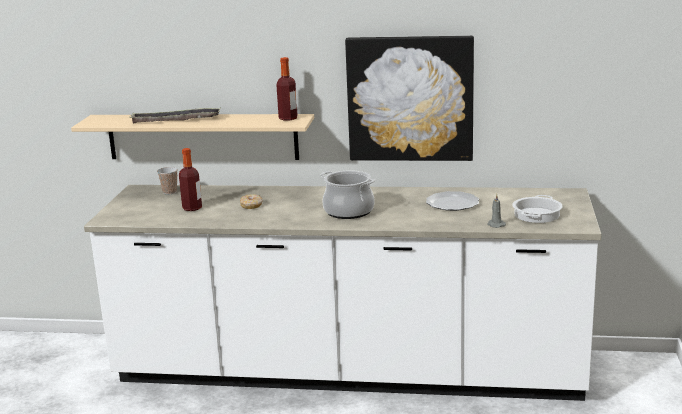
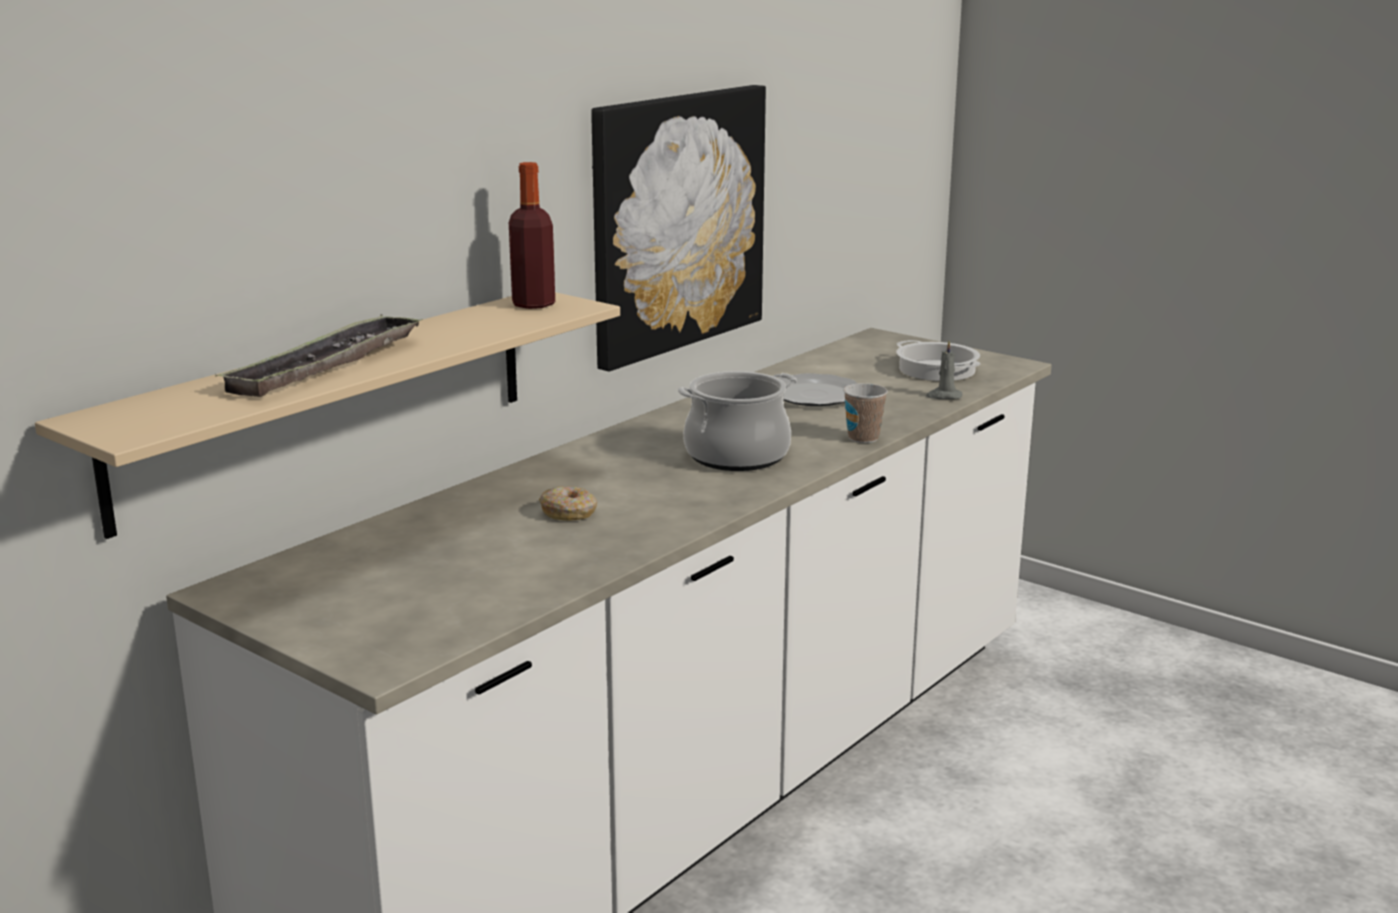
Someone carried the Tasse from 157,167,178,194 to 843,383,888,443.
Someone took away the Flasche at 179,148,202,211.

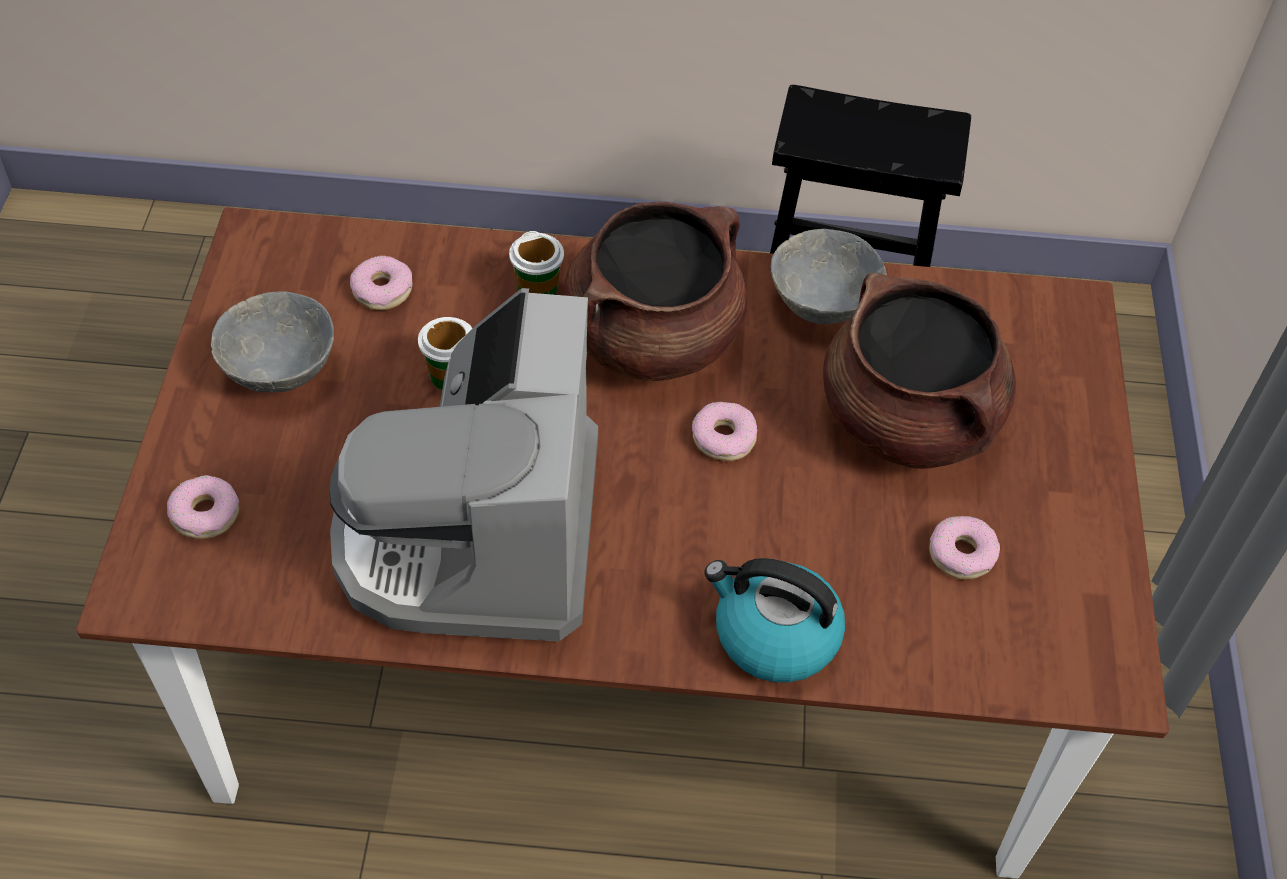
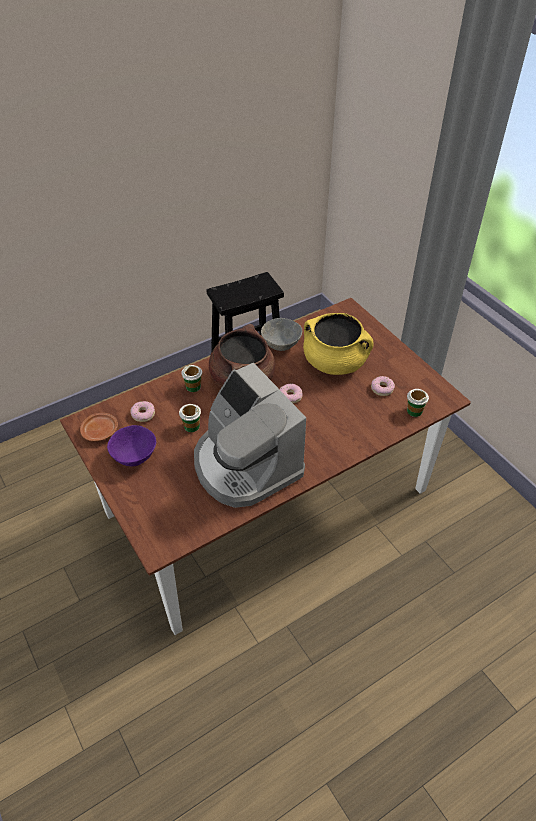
Someone put down the Teller (braun) at 80,413,118,442.
Someone repainted the Schüssel (grau) at 211,291,334,392, which became the Schüssel (lila) at 107,425,157,466.
Someone repainted the Kochtopf (braun) at 823,273,1016,469, which became the Kochtopf (gelb) at 303,313,374,375.
Someone put down the Tasse at 407,389,429,417.
Someone took away the Donut at 167,475,239,539.
Someone took away the Wasserkessel at 704,558,845,683.

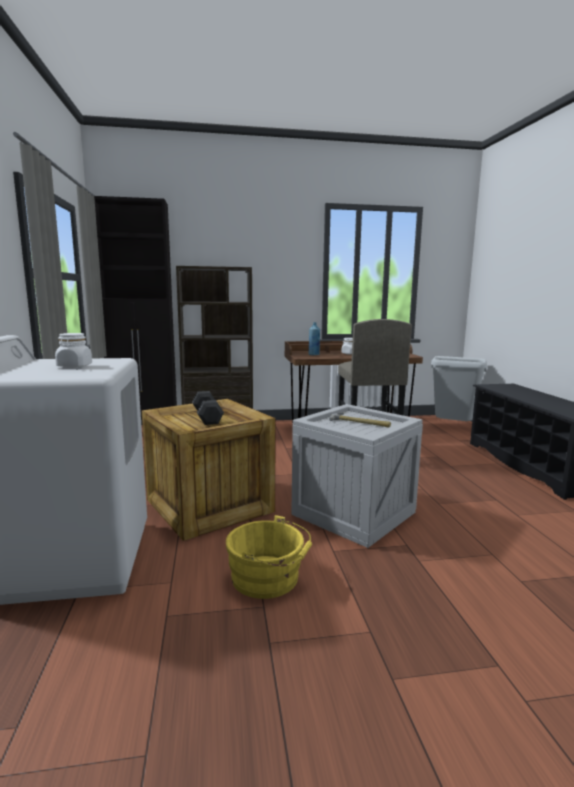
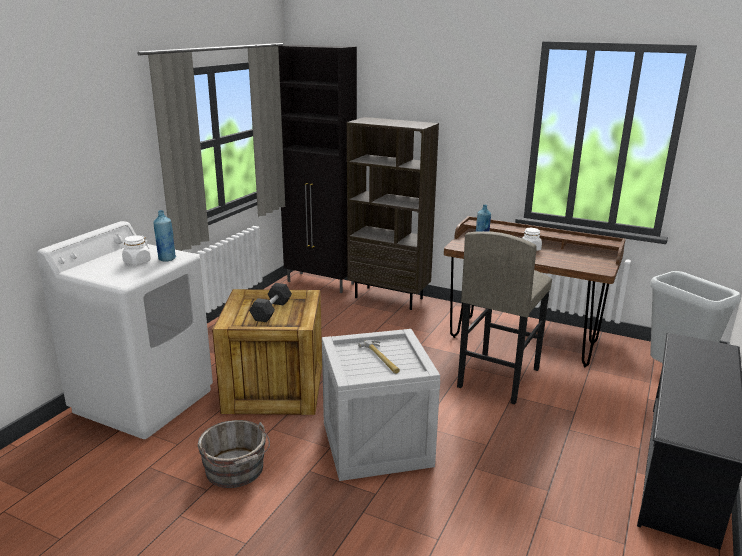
Someone put down the Flasche (blau) at 153,210,176,262.
Someone repainted the Eimer (gelb) at 226,515,312,599, which became the Eimer (grau) at 198,420,270,488.

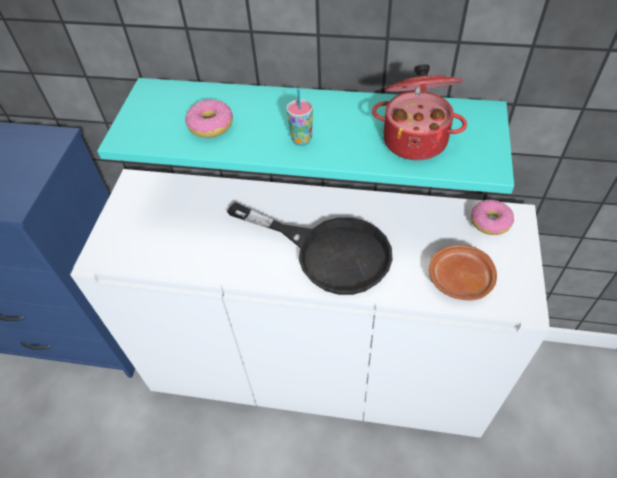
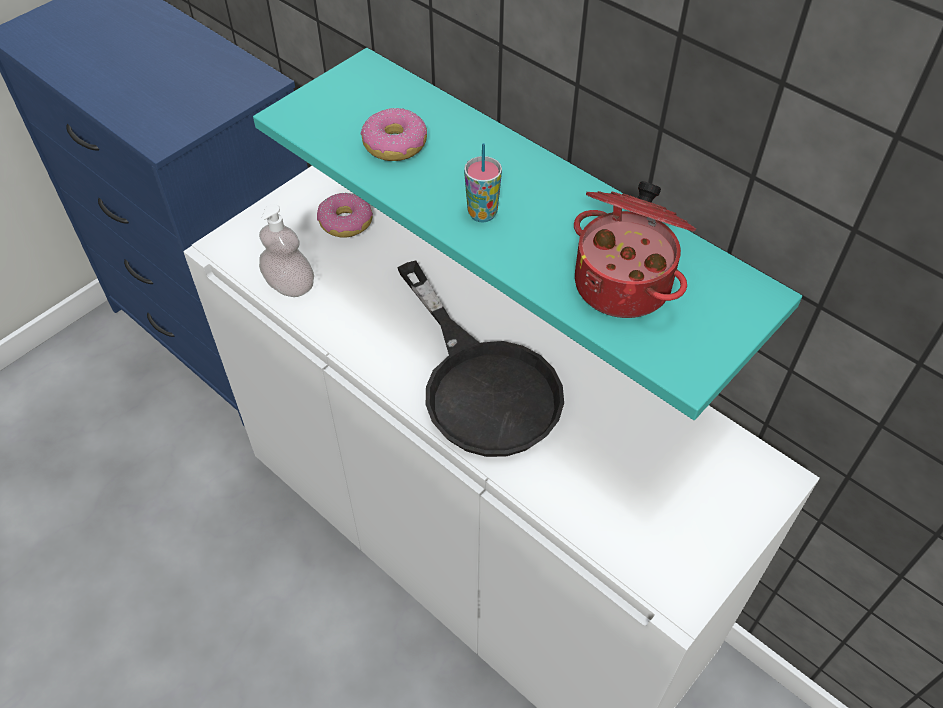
Someone put down the Seifenspender at 259,204,314,297.
Someone carried the Donut from 471,200,514,235 to 317,193,373,237.
Someone took away the Teller (braun) at 429,245,497,300.

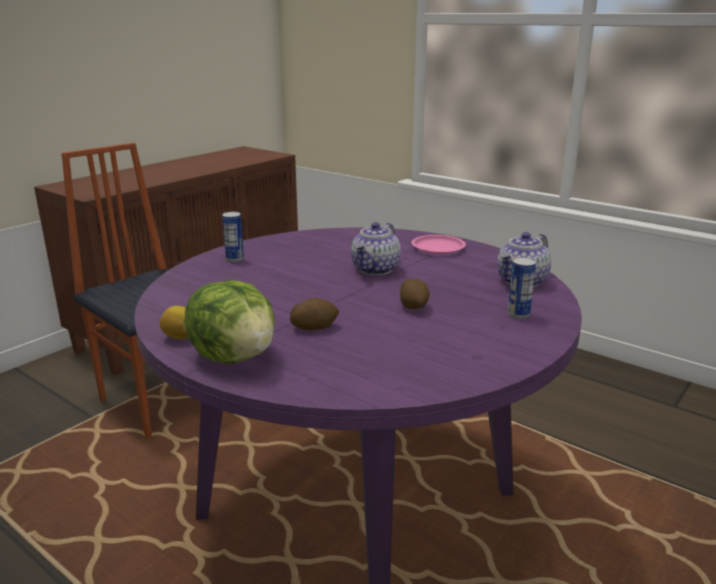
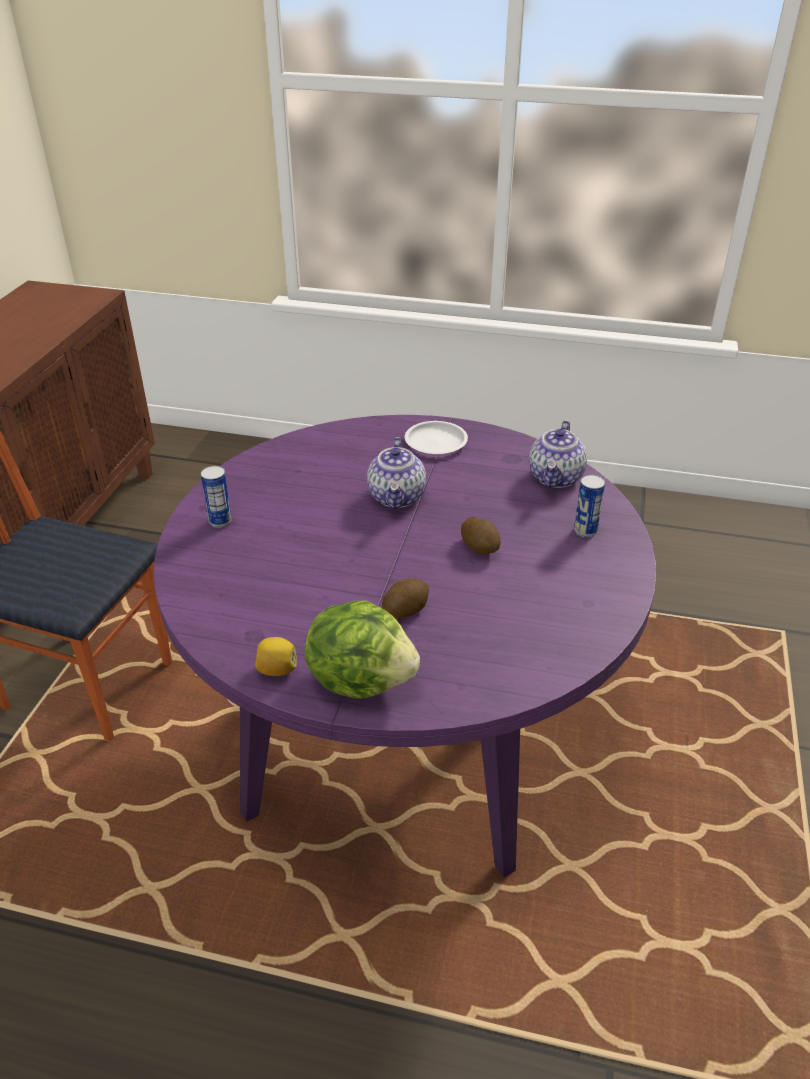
Someone repainted the Teller (rosa) at 412,235,466,254, which became the Teller (weiß) at 405,421,468,455.

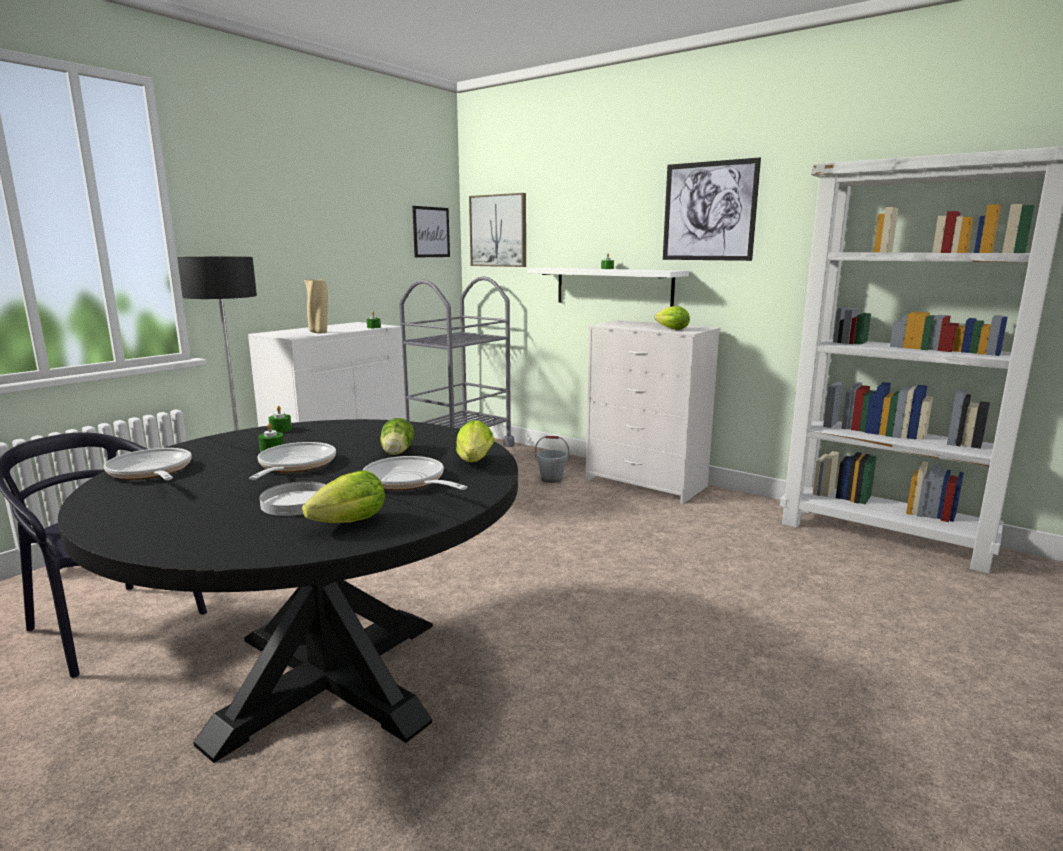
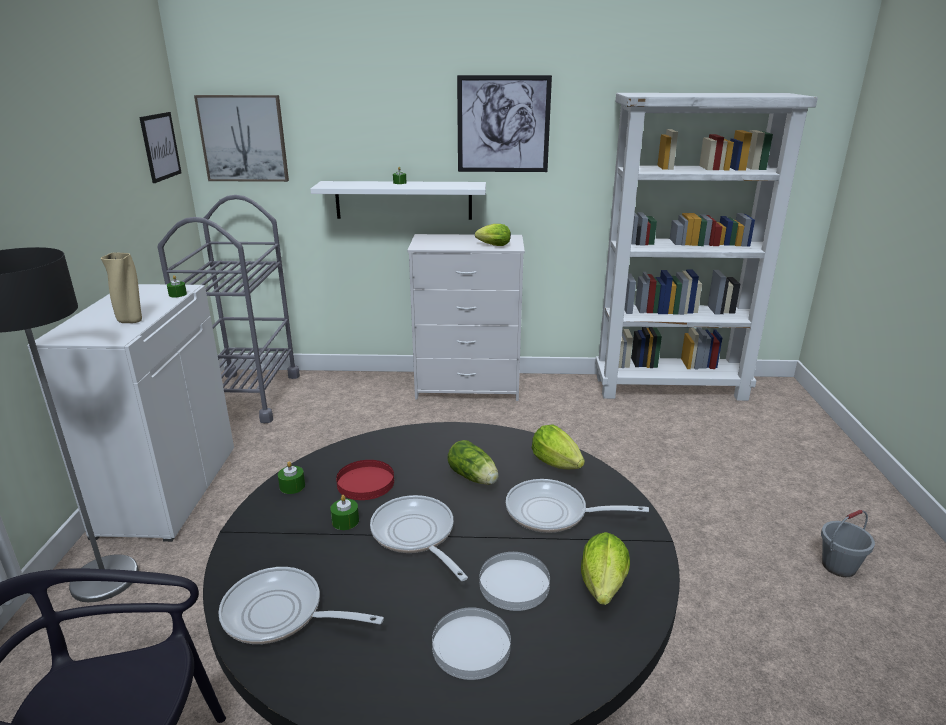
Someone put down the Teller (rot) at 336,460,394,500.
Someone put down the Teller (weiß) at 432,607,511,680.
Someone carried the Eimer (grau) from 535,436,569,483 to 821,510,875,577.

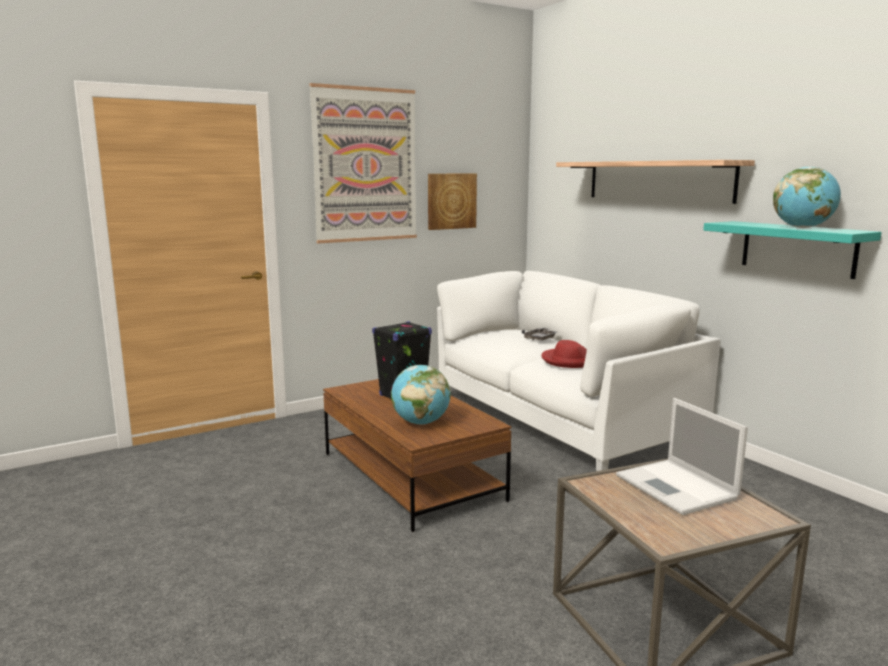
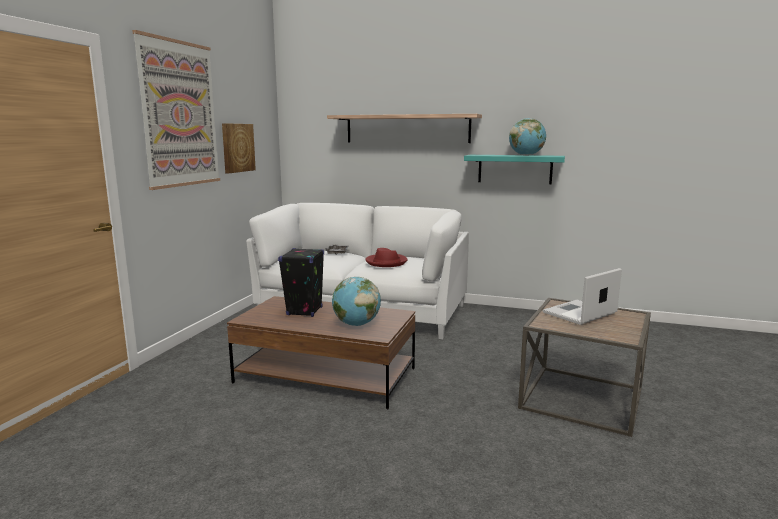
Someone rotated the Laptop at 616,398,748,515 by 120 degrees clockwise.

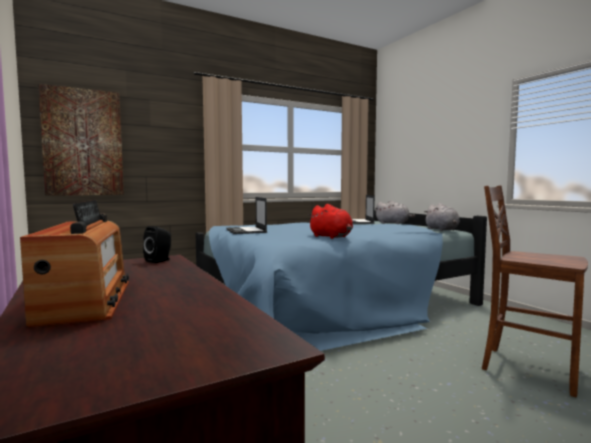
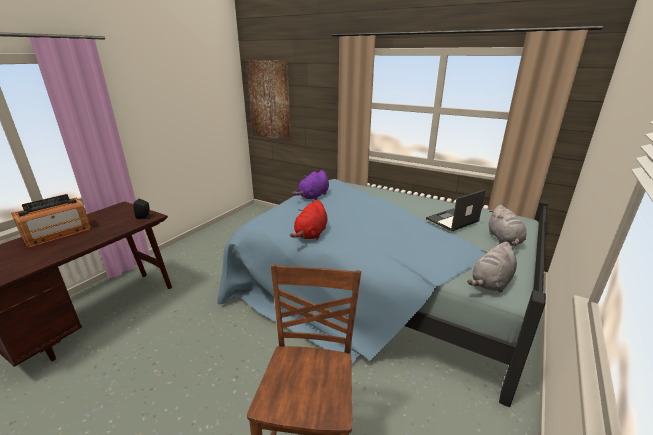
Someone swapped the Laptop at 226,197,267,234 for the Plüschtier (lila) at 292,170,329,200.

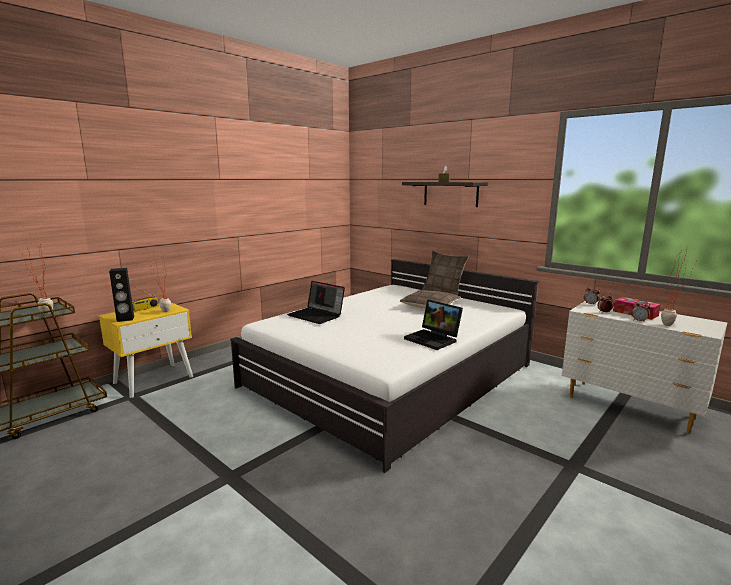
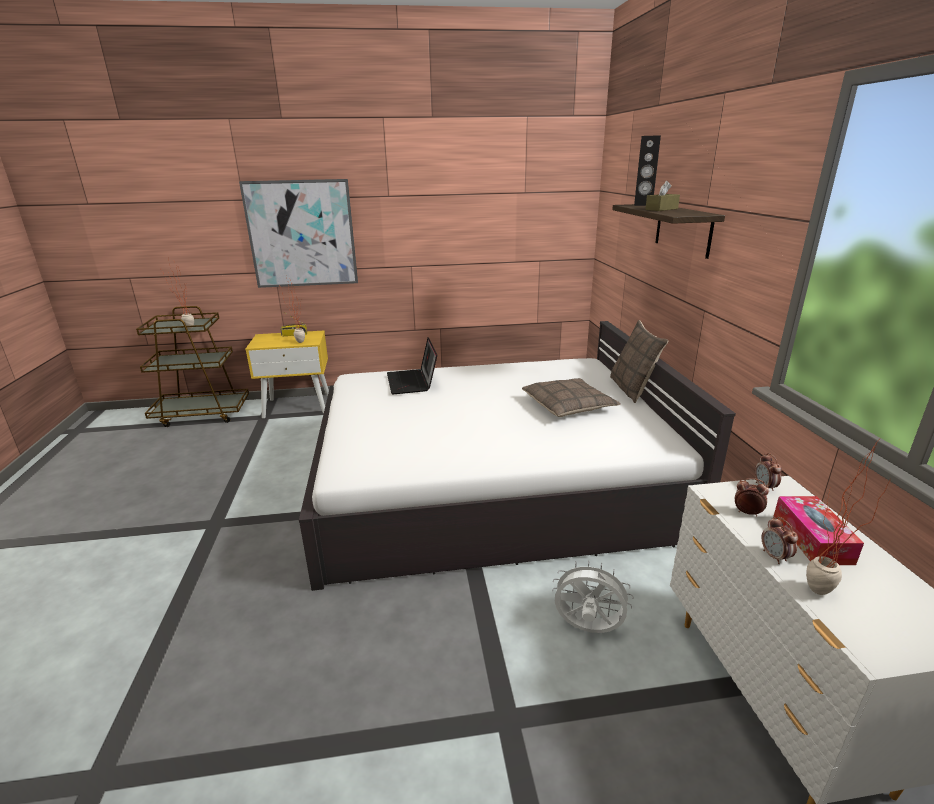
Someone put up the Bild at 239,179,358,288.
Someone put down the Ventilator (weiß) at 552,561,633,633.
Someone carried the Lautsprecher (schwarz) from 109,268,134,322 to 634,135,661,206.
Someone took away the Laptop at 404,299,463,350.

